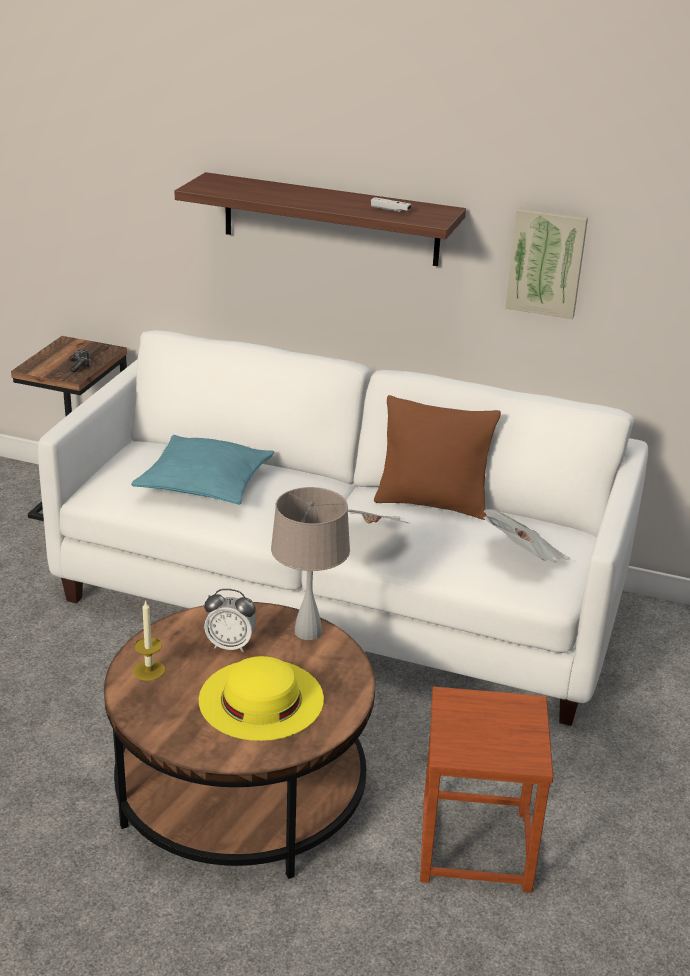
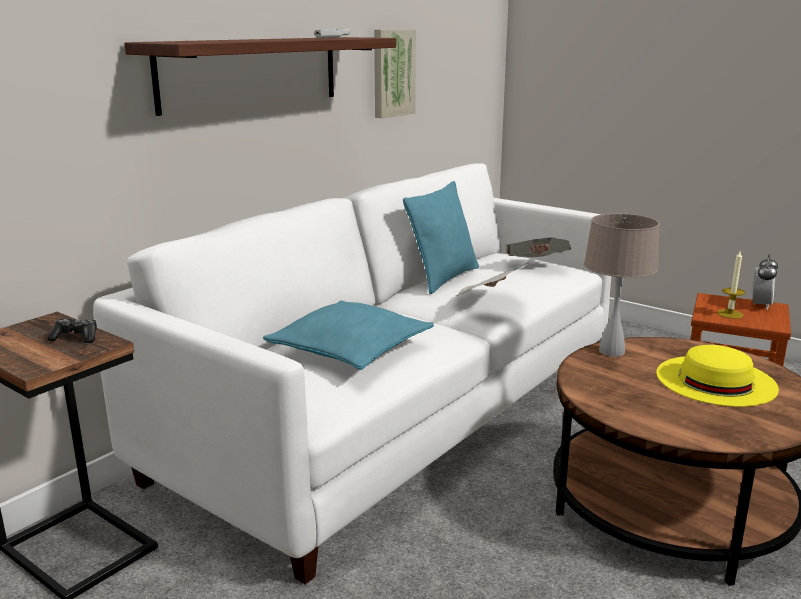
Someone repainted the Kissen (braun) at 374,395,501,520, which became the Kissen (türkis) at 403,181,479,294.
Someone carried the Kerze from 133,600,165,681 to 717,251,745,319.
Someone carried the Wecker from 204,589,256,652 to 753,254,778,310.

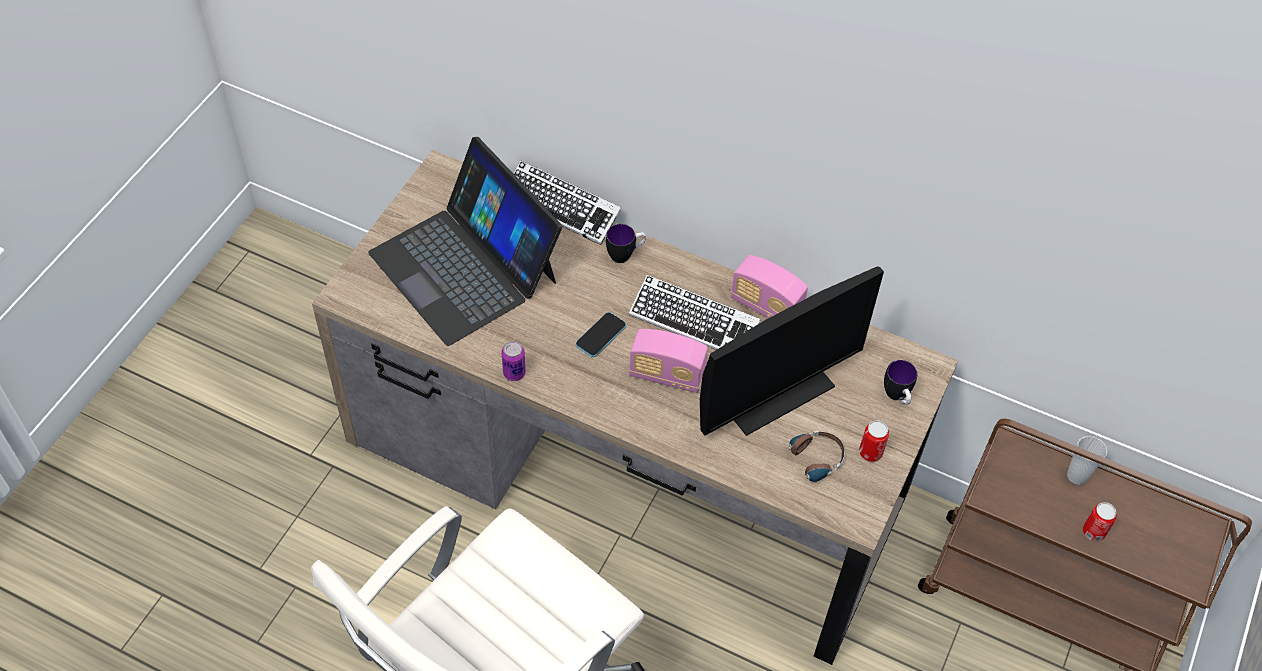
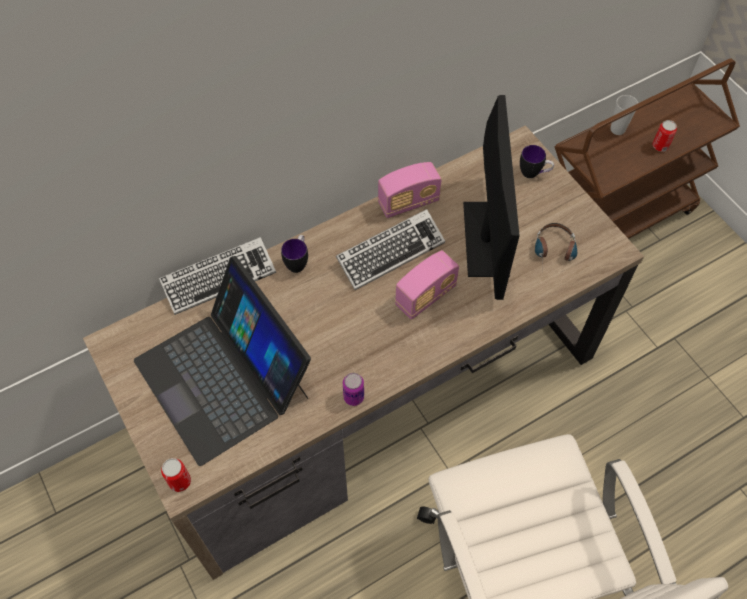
Someone rotated the Laptop at 368,137,562,346 by 60 degrees clockwise.
Someone carried the Dose from 859,420,889,462 to 161,458,191,492.
Someone took away the Handy at 576,312,626,358.

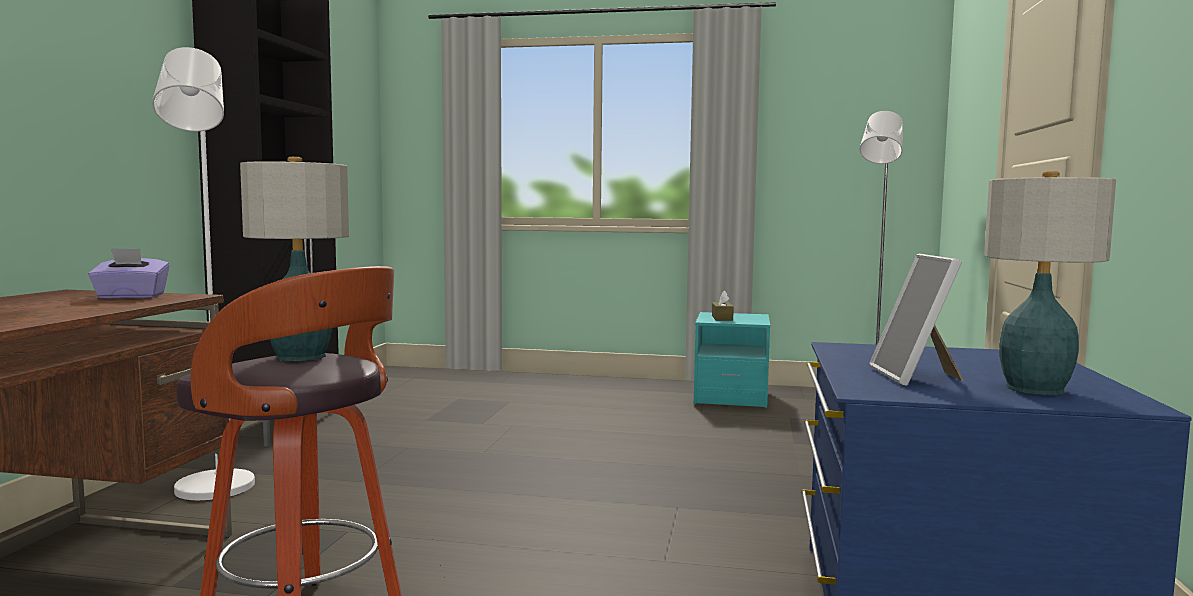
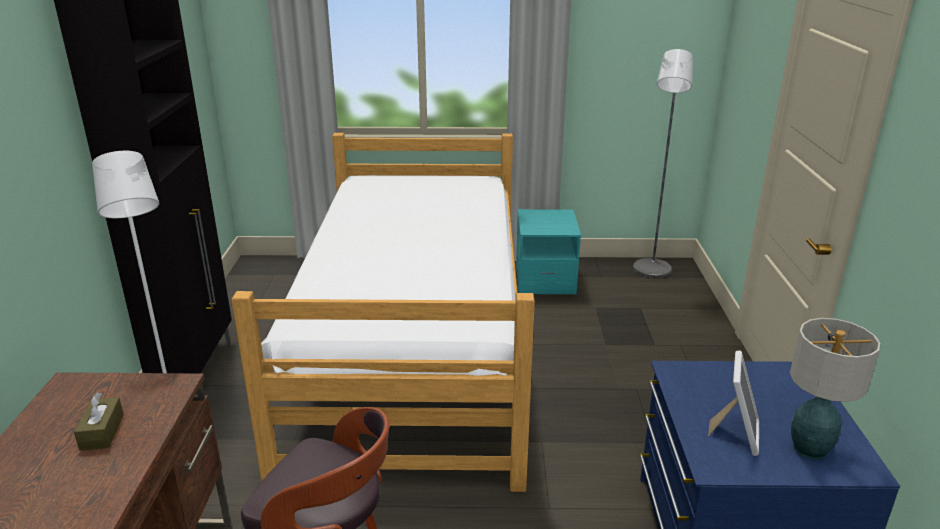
Someone carried the Taschentuchbox (braun) from 712,291,734,321 to 74,393,124,450.
Someone put down the Bett at 231,133,535,492.
Someone rotated the Bilderrahmen at 869,254,963,386 by 150 degrees counterclockwise.
Someone took away the Taschentuchbox (lila) at 88,248,169,299.
Someone took away the Tischlampe at 240,157,349,361.

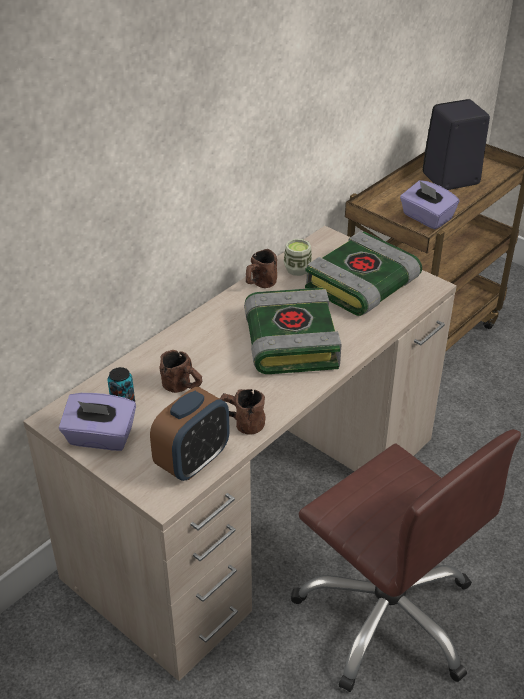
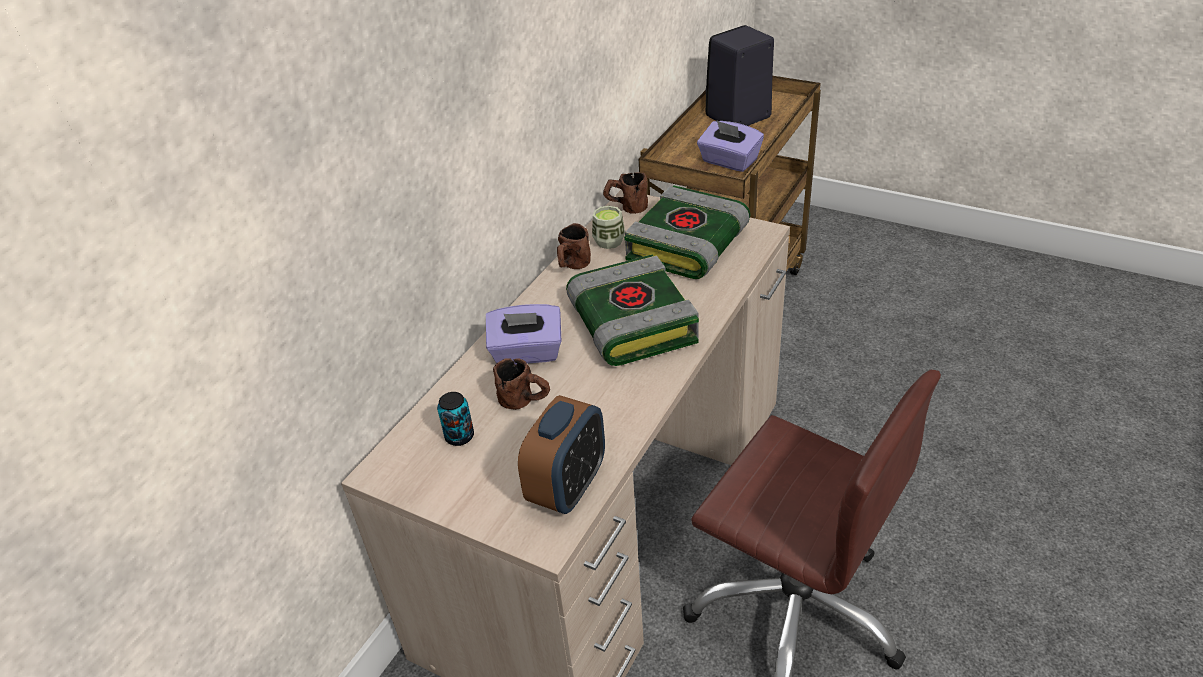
Someone carried the Taschentuchbox (lila) from 59,393,136,451 to 486,304,561,365.
Someone carried the Henkelbecher (braun) from 220,389,266,435 to 603,172,648,214.

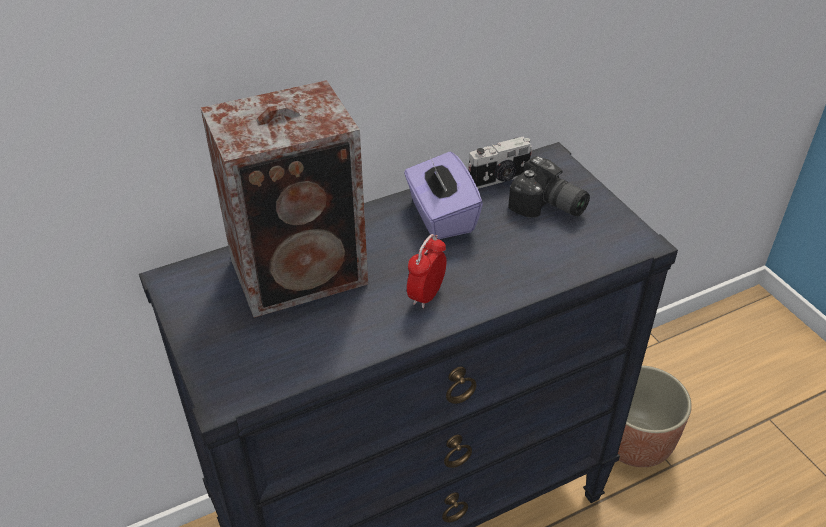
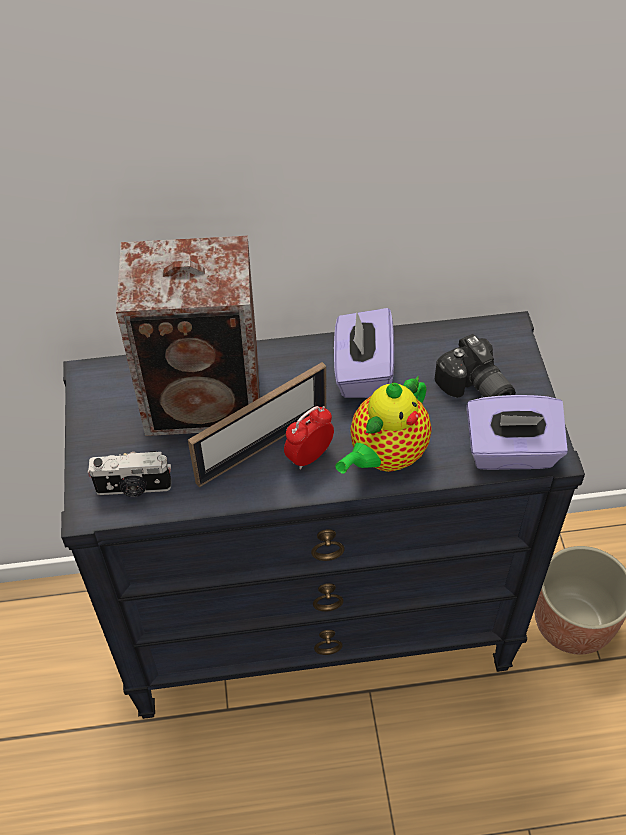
Someone carried the Kamera from 468,136,532,189 to 87,451,171,497.
Someone put down the Bilderrahmen at 188,362,326,487.
Someone put down the Teekanne at 335,376,431,474.
Someone put down the Taschentuchbox (lila) at 466,395,568,470.

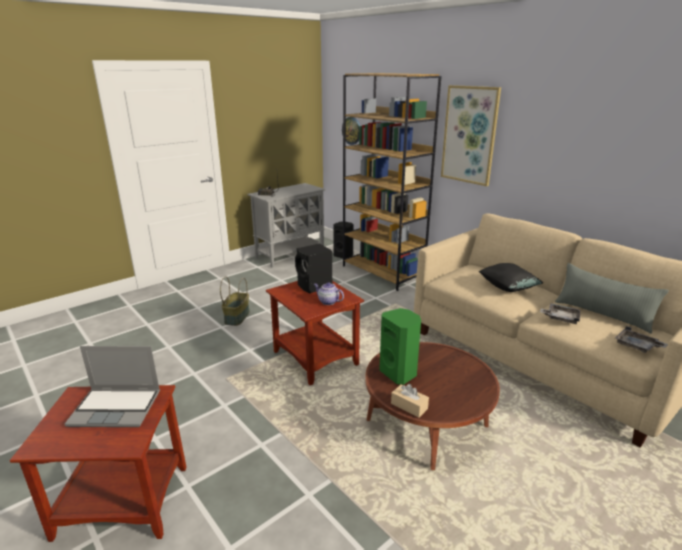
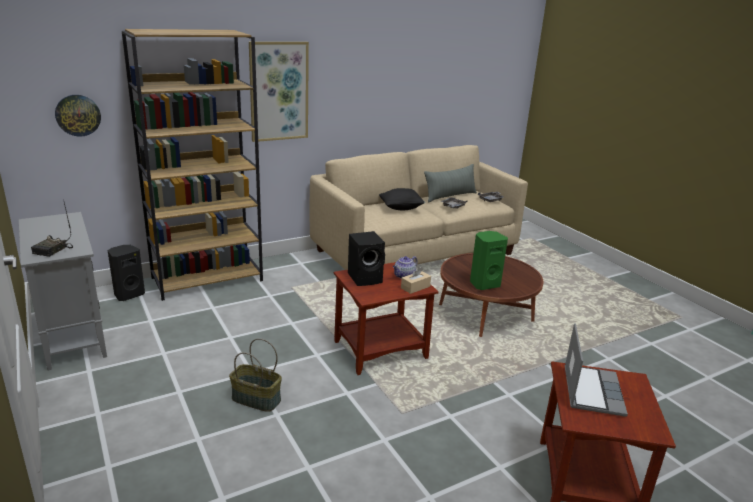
Someone carried the Taschentuchbox (beige) from 391,384,429,418 to 401,267,431,294.

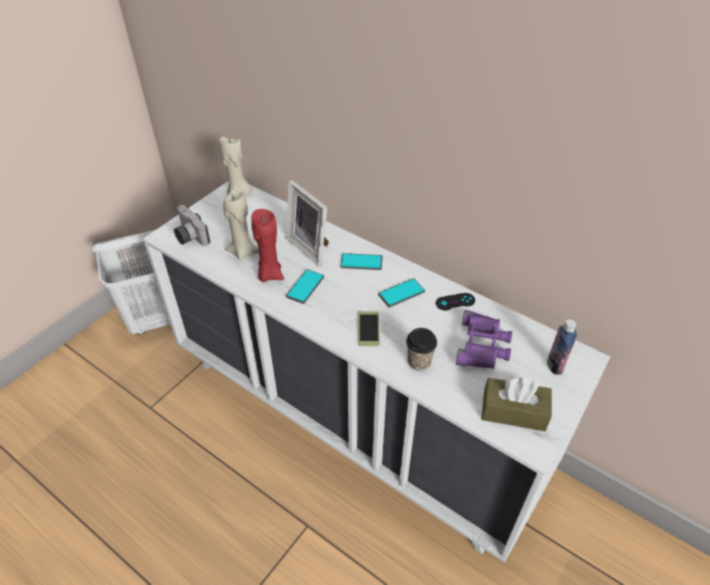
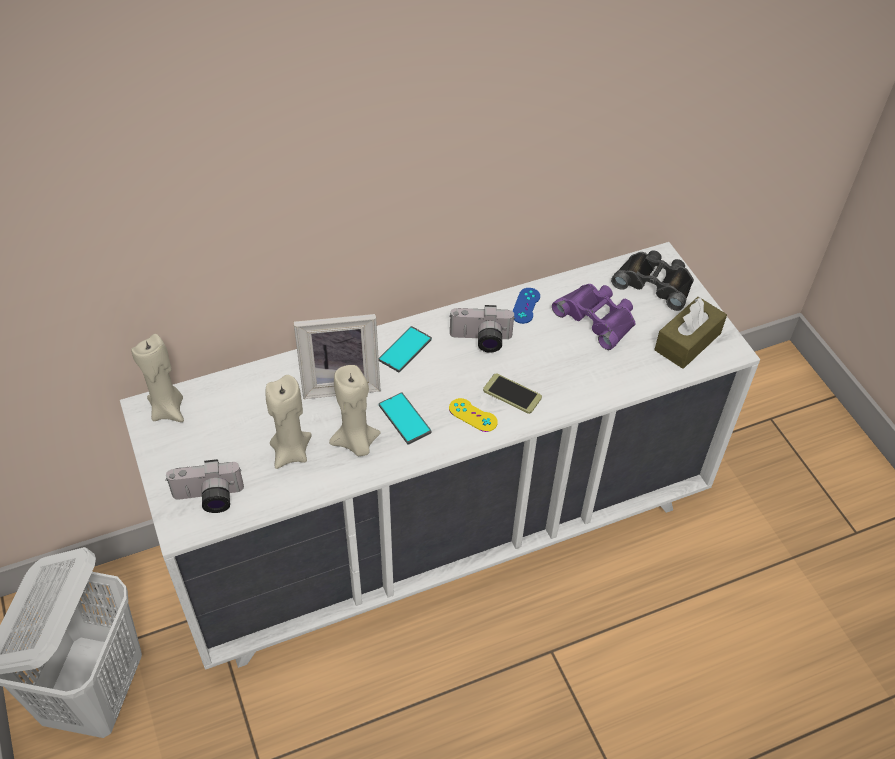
Someone repainted the Kerze (rot) at 251,209,284,282, which became the Kerze (beige) at 329,365,381,456.
Someone swapped the Handy at 378,278,425,307 for the Kamera at 449,305,516,353.
Someone put down the Gamepad (gelb) at 449,398,498,432.
Someone repainted the Gamepad (schwarz) at 436,293,475,311, which became the Gamepad (blau) at 513,288,540,324.
Someone swapped the Flasche at 547,319,577,375 for the Fernglas (schwarz) at 611,250,694,311.
Someone took away the Tasse at 406,328,437,371.

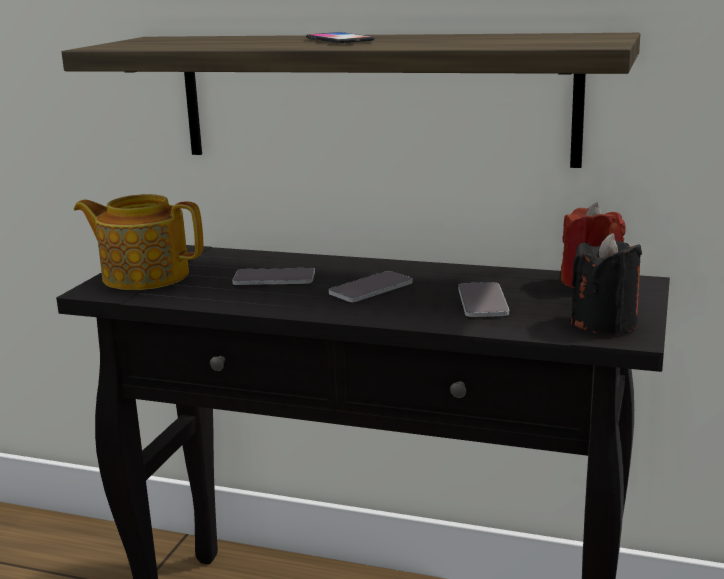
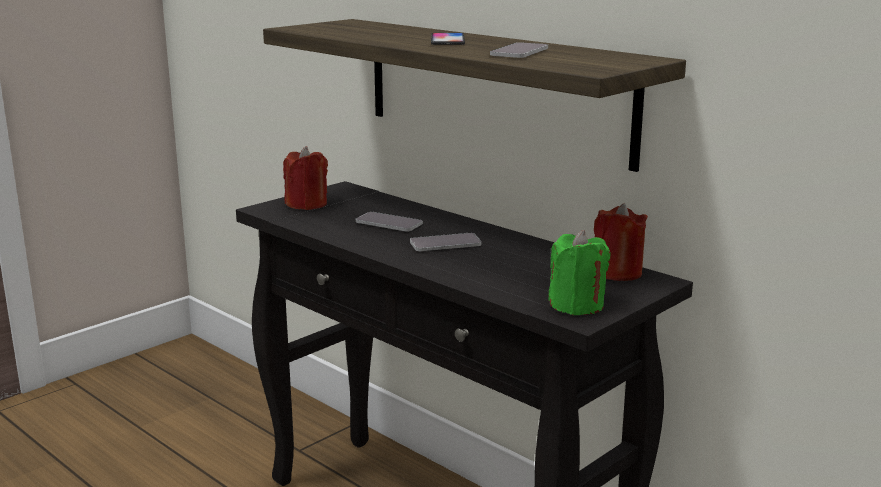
Someone swapped the Teekanne at 74,194,203,290 for the Kerze (rot) at 283,146,328,210.
Someone carried the Handy from 458,282,509,317 to 490,42,548,58.
Someone repainted the Kerze (schwarz) at 571,233,642,335, which became the Kerze (grün) at 548,230,610,315.

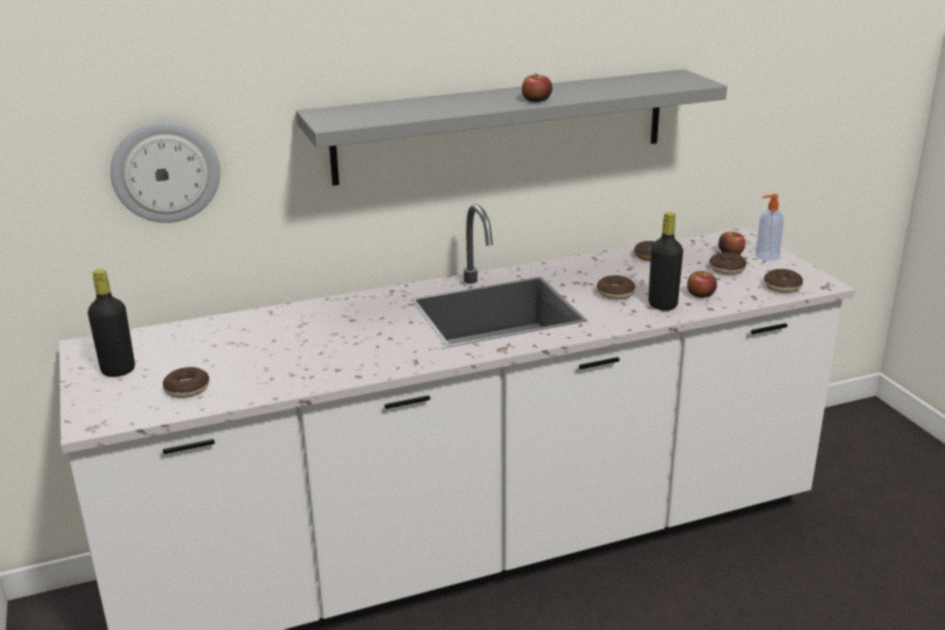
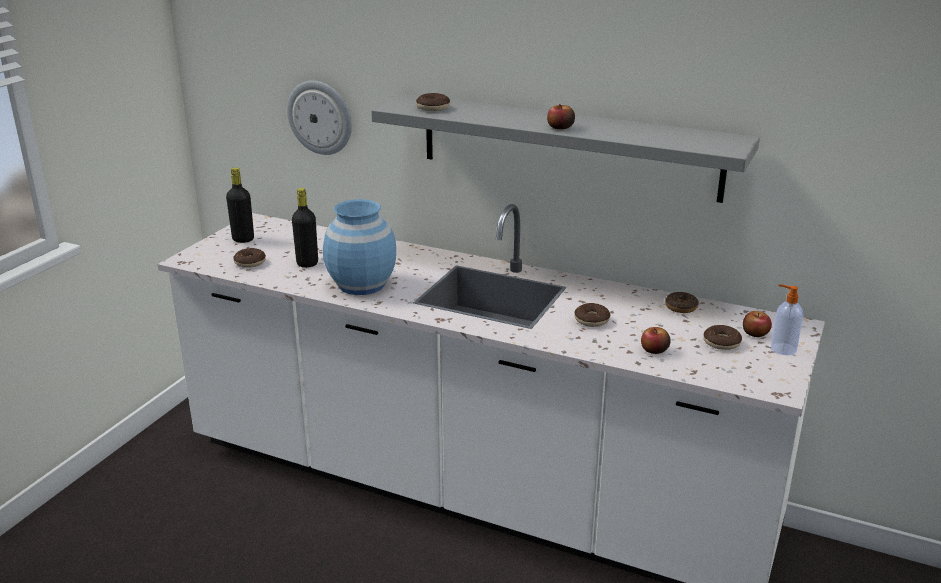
Someone carried the Flasche (schwarz) from 648,212,683,310 to 292,188,318,268.
Someone put down the Vase (blau) at 323,199,396,295.
Someone carried the Donut from 764,269,803,293 to 416,93,450,111.

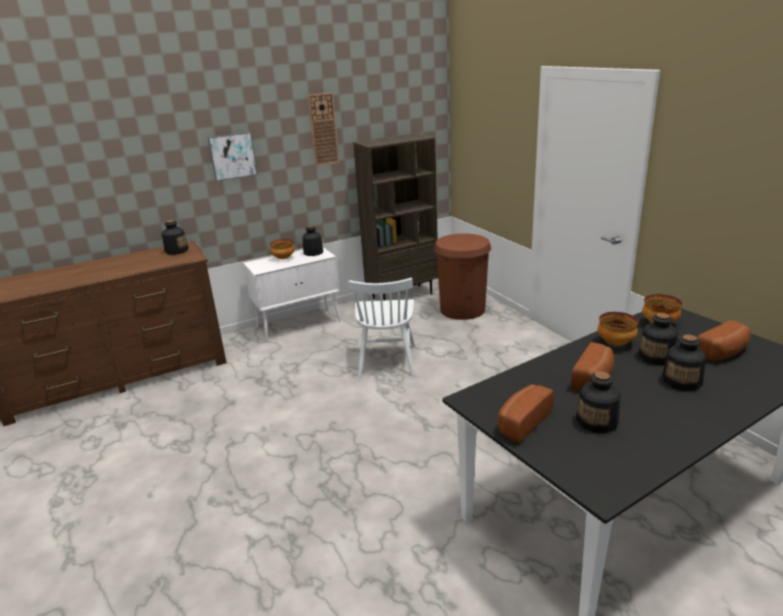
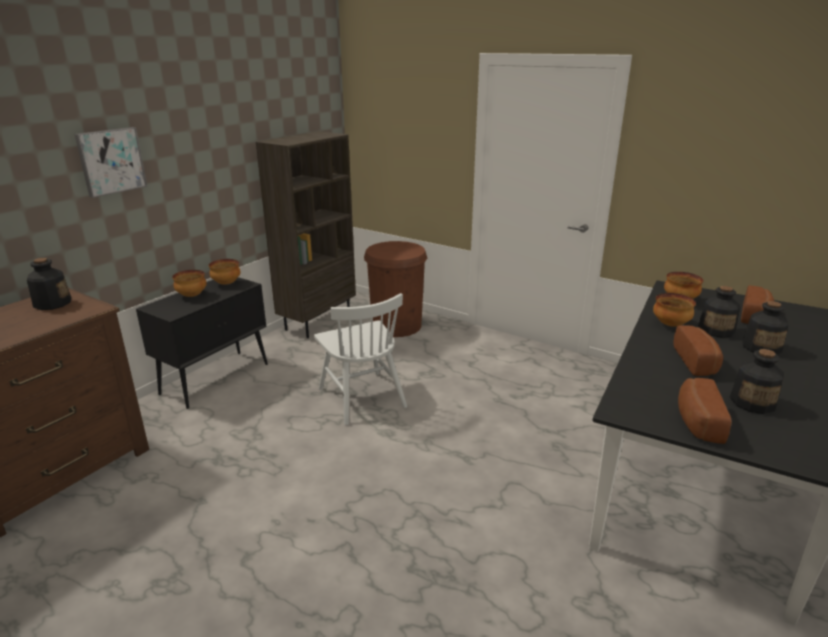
Someone repainted the Schrank (weiß) at 243,247,341,342, which became the Schrank (schwarz) at 136,277,268,409.
Someone swapped the Flasche at 303,225,323,256 for the Schüssel at 209,259,240,285.
Someone took away the Wanduhr at 308,93,339,166.

